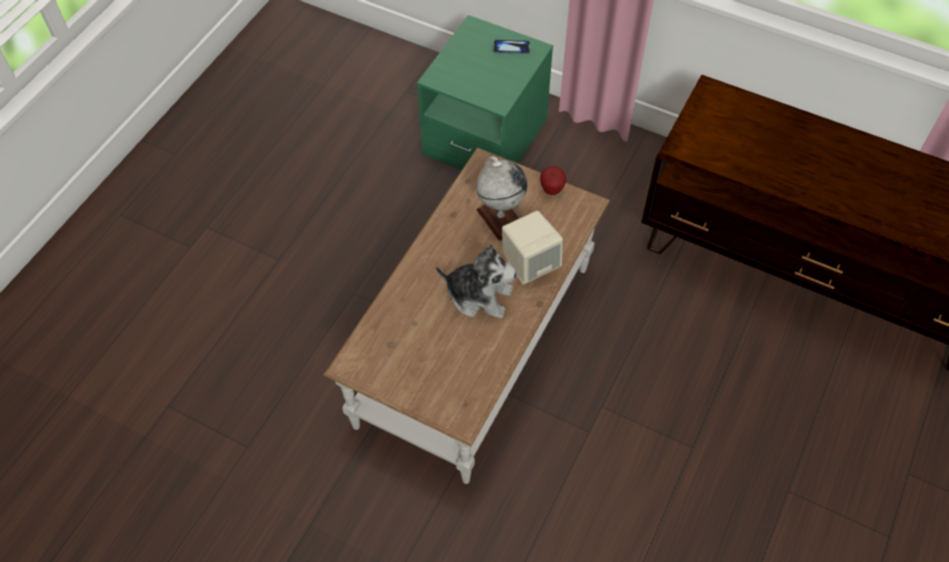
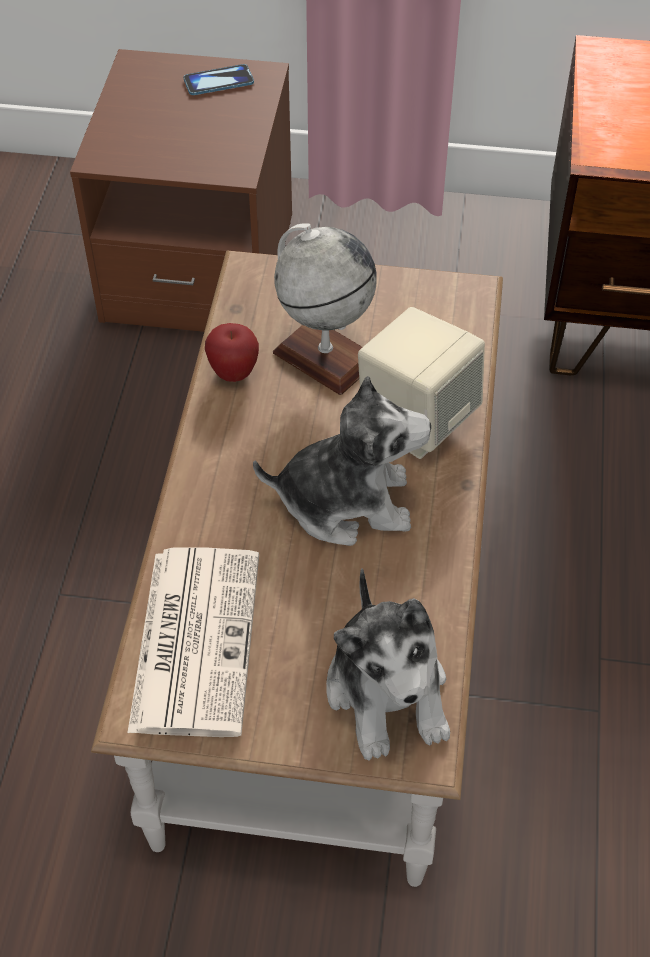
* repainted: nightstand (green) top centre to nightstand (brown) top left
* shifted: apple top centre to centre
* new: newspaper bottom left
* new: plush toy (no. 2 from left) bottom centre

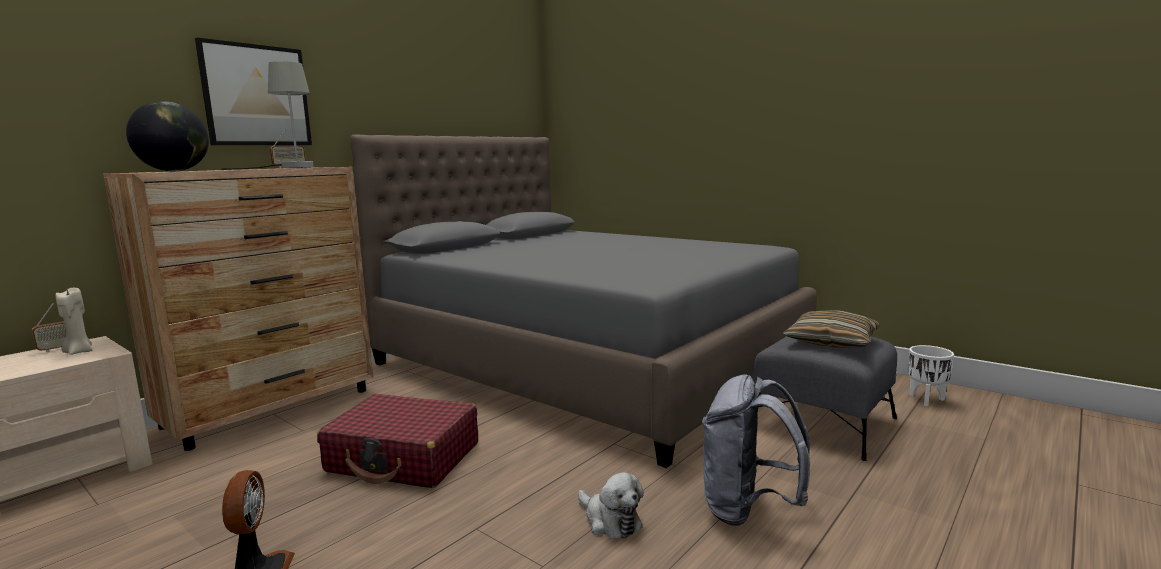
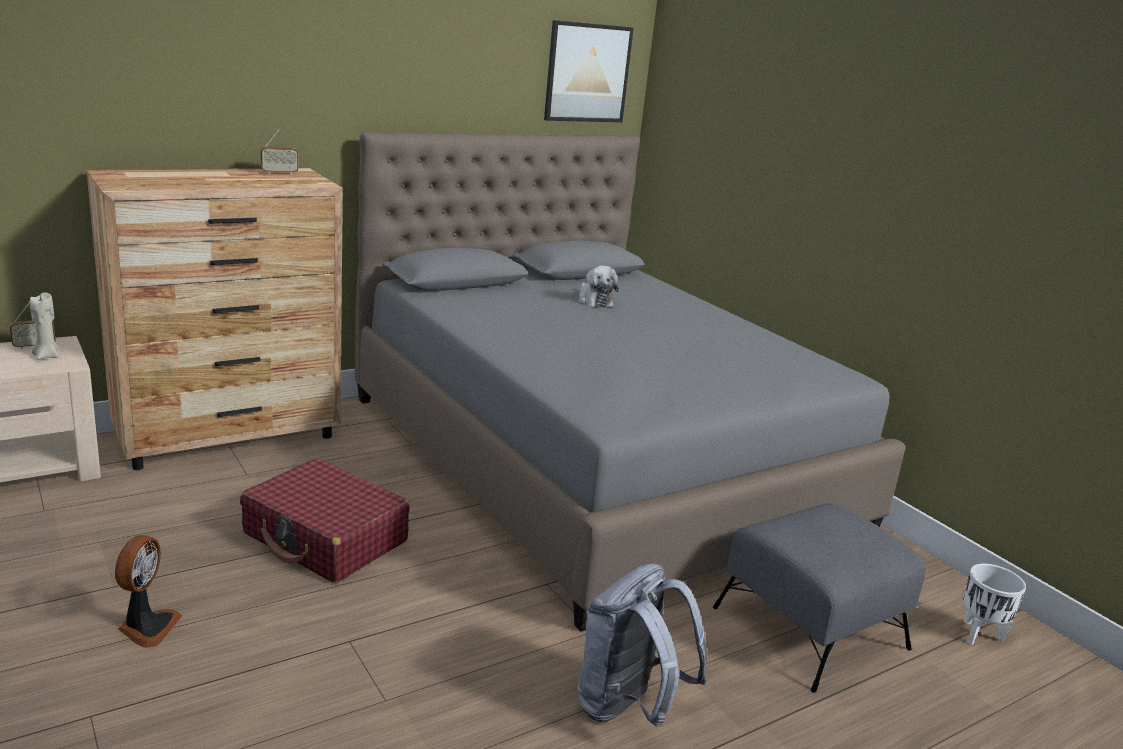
* shifted: picture top left to top centre
* gone: table lamp (grey) top left
* gone: globe top left
* gone: pillow middle right
* shifted: plush toy bottom centre to centre

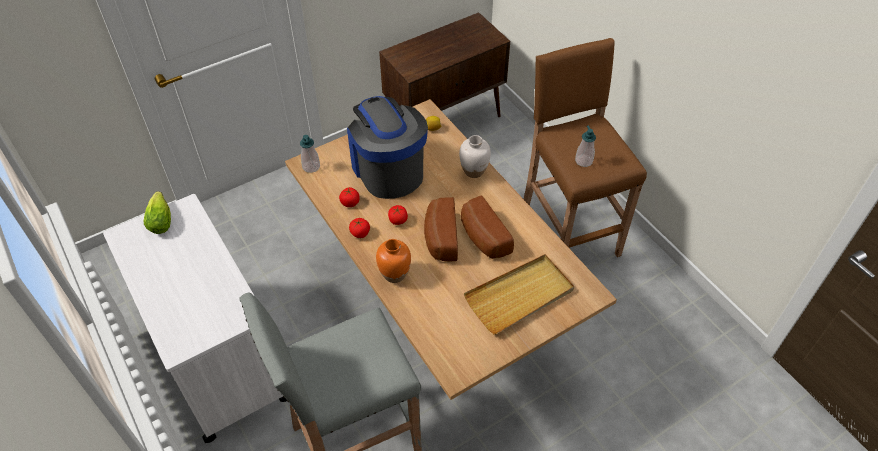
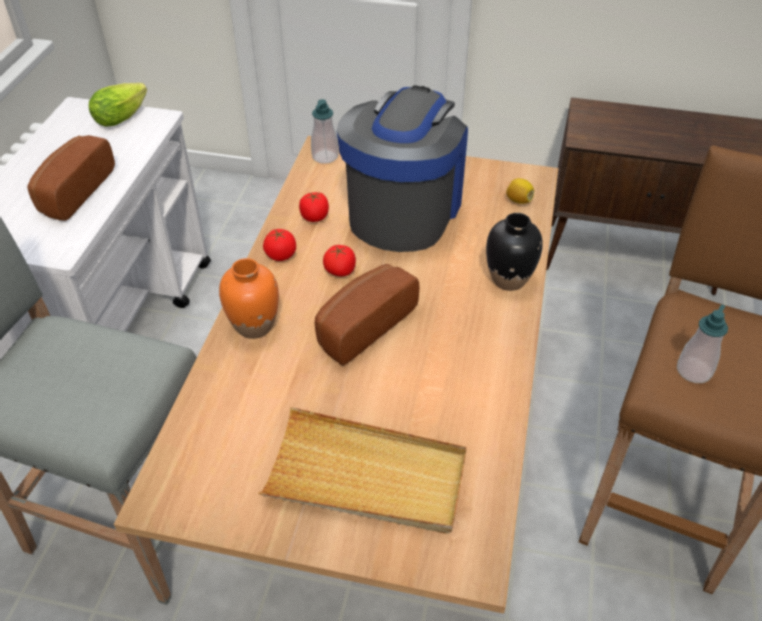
* repainted: vase (white) centre to vase (black) middle right
* shifted: bread (no. 2 from left in the first image) centre to bread (no. 1 from left) top left

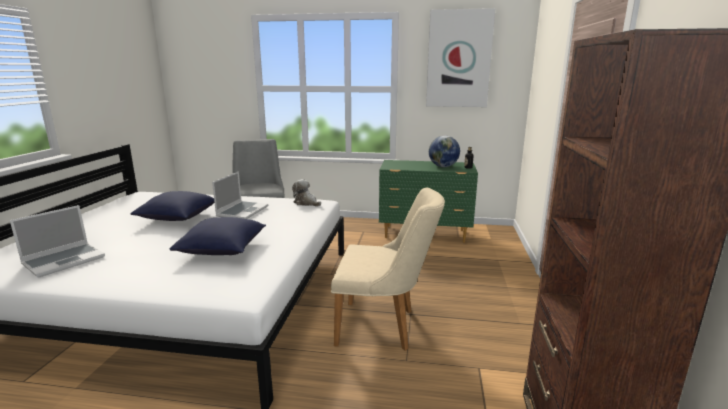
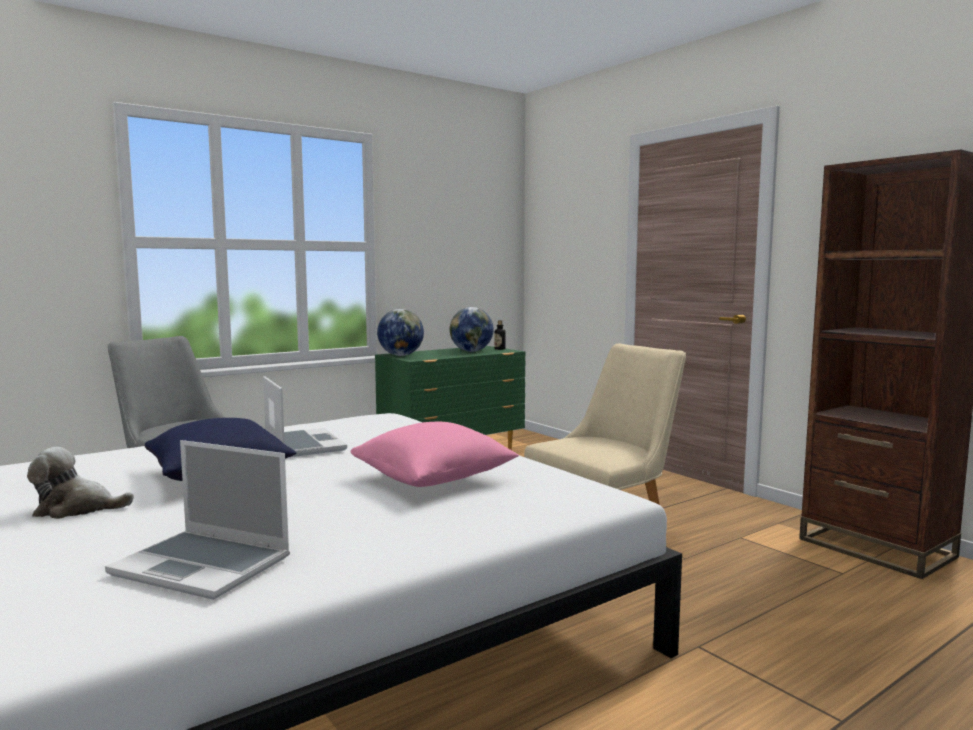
* gone: picture top centre
* shifted: plush toy centre to middle left
* rotated: laptop (no. 1 from left) middle left = bottom left 120 degrees clockwise
* repainted: pillow (blue) (no. 2 from left) middle left to pillow (pink) centre
* new: globe (no. 1 from left) centre

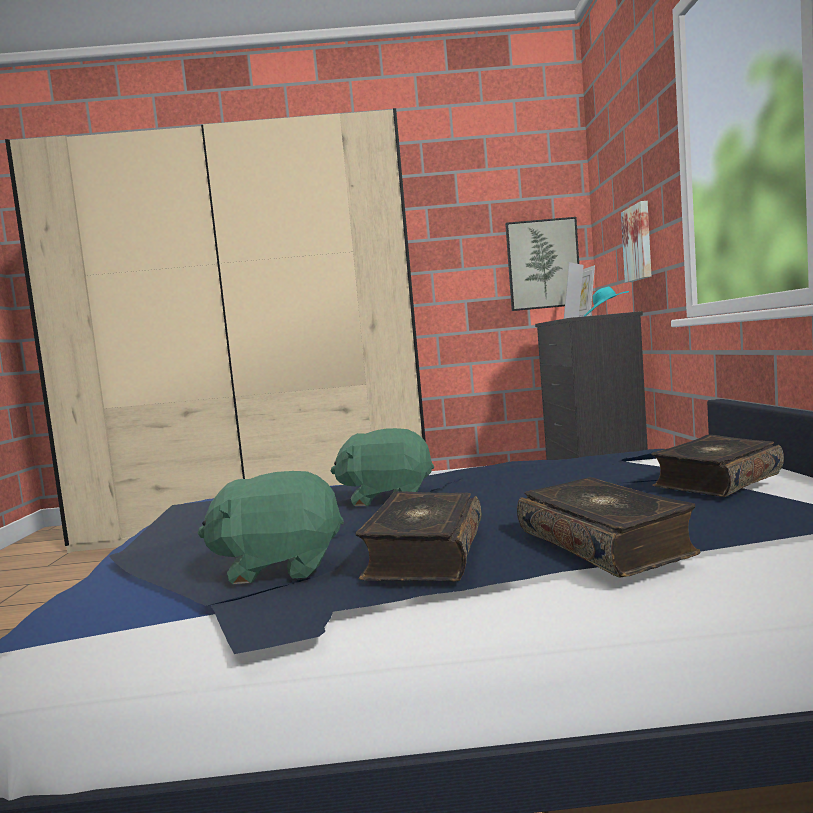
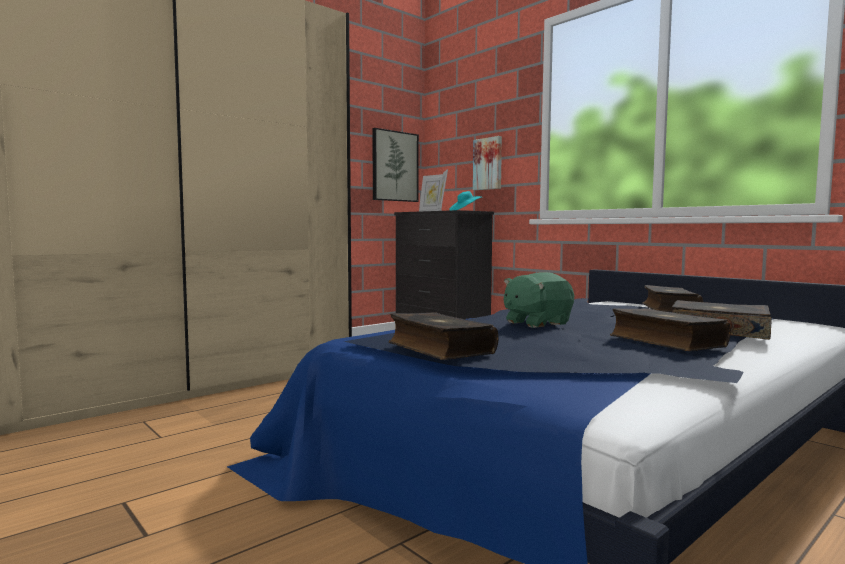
* gone: plush toy (green) (no. 1 from left) centre
* new: book (no. 1 from left) centre

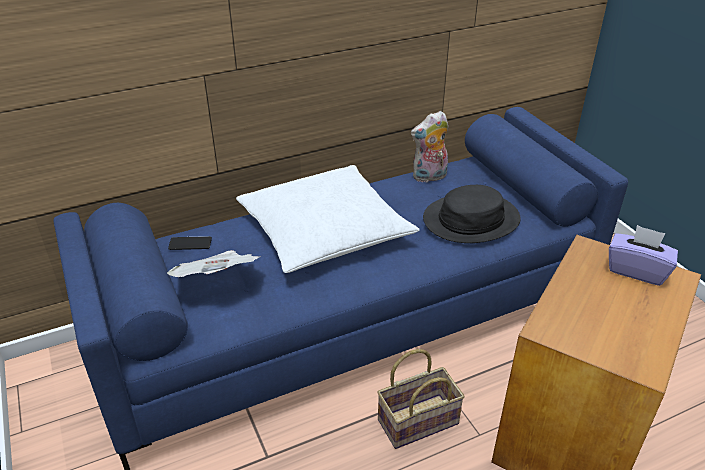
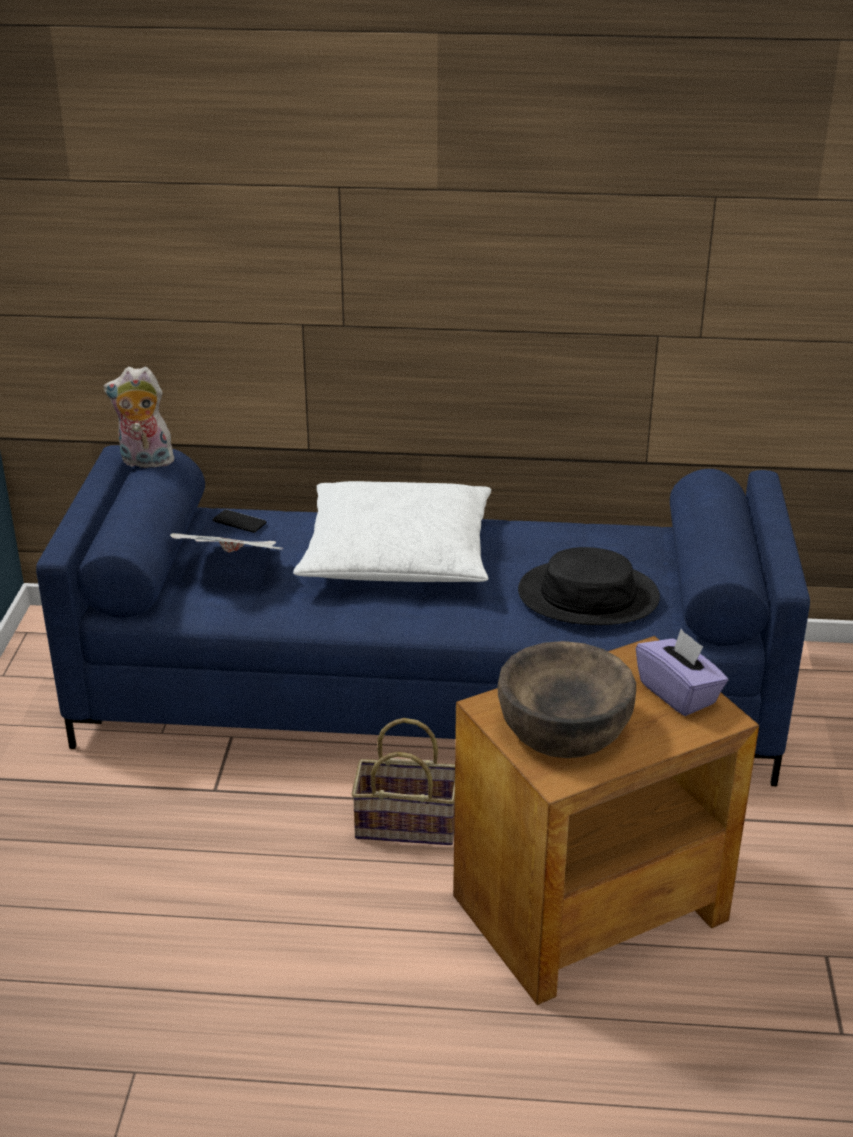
* shifted: plush toy top centre to middle left
* new: bowl (brown) centre

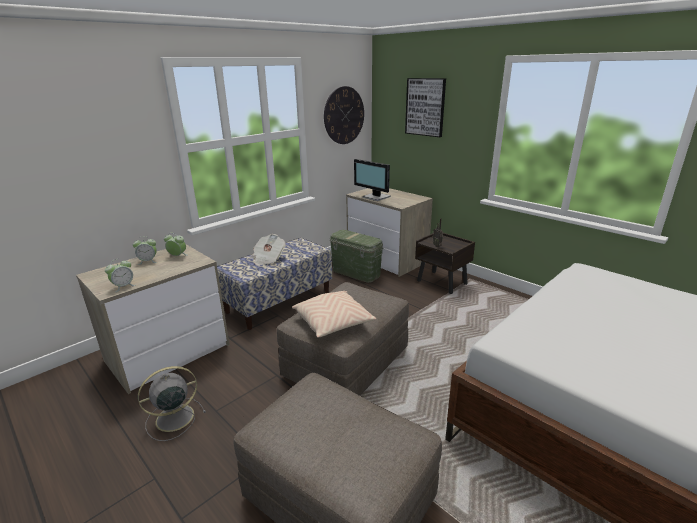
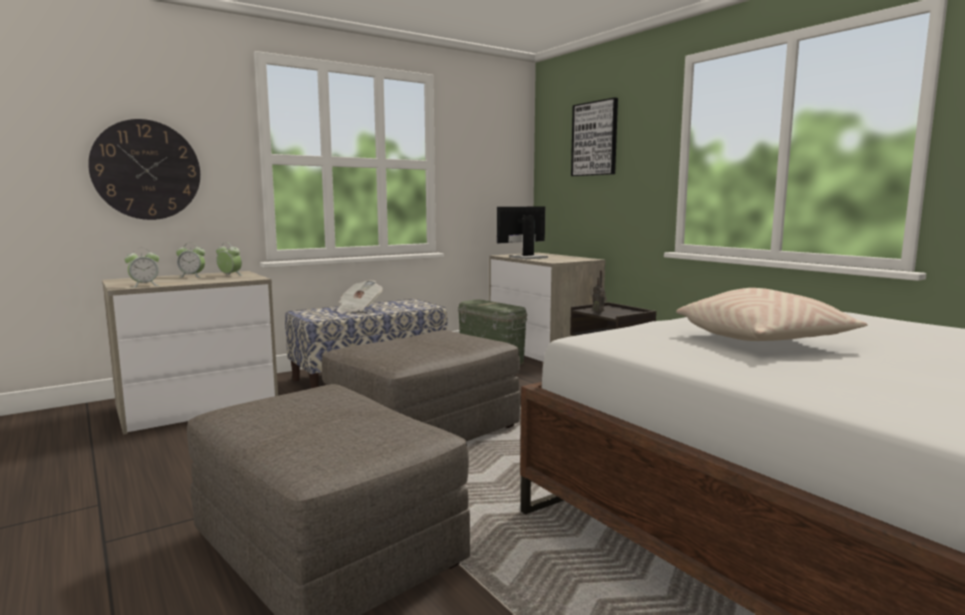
* shifted: wall clock top centre to top left
* rotated: monitor centre = centre 90 degrees clockwise
* shifted: pillow (beige) centre to middle right
* gone: fan (grey) bottom left

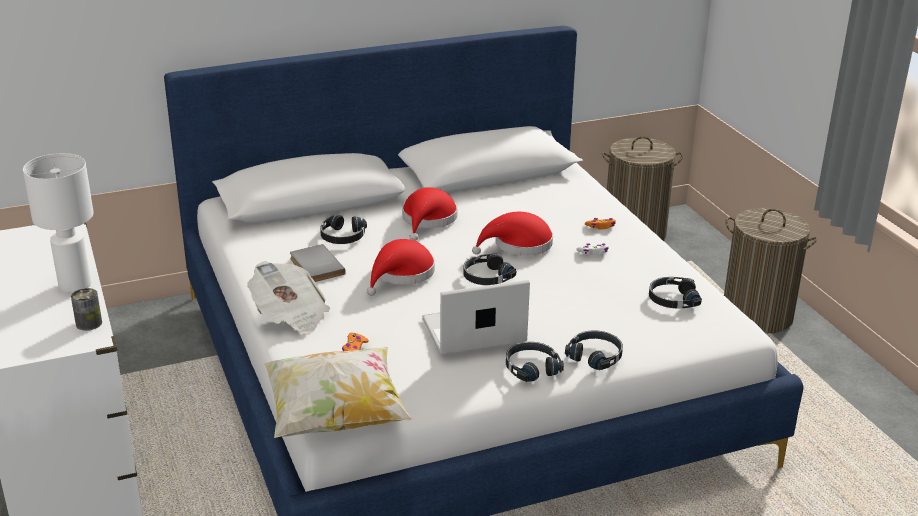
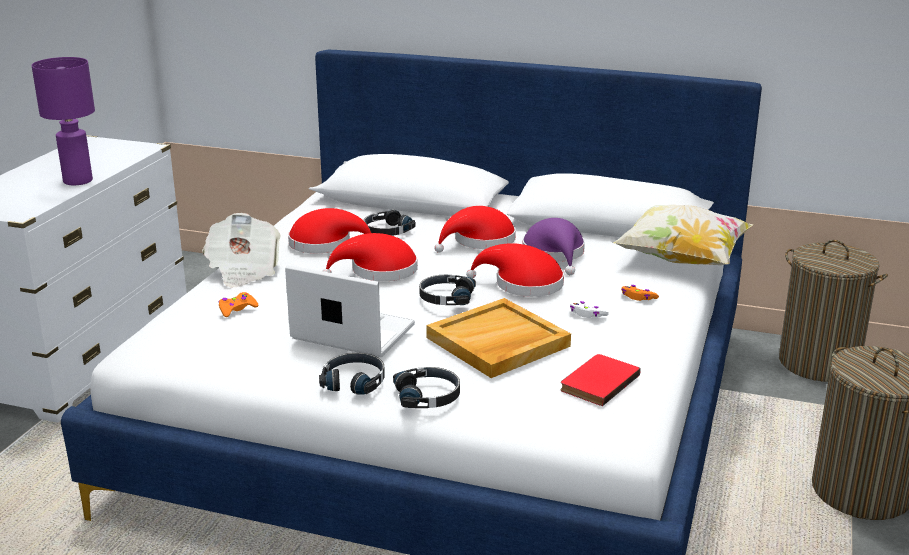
* repainted: table lamp (white) middle left to table lamp (purple) top left
* swapped: book (grey) centre to hat (red) (no. 1 from left) centre
* swapped: headphones (black) (no. 5 from left) middle right to book (red) bottom centre
* gone: can middle left
* shifted: pillow bottom centre to middle right
* new: hat (purple) centre
* new: tray (beige) centre

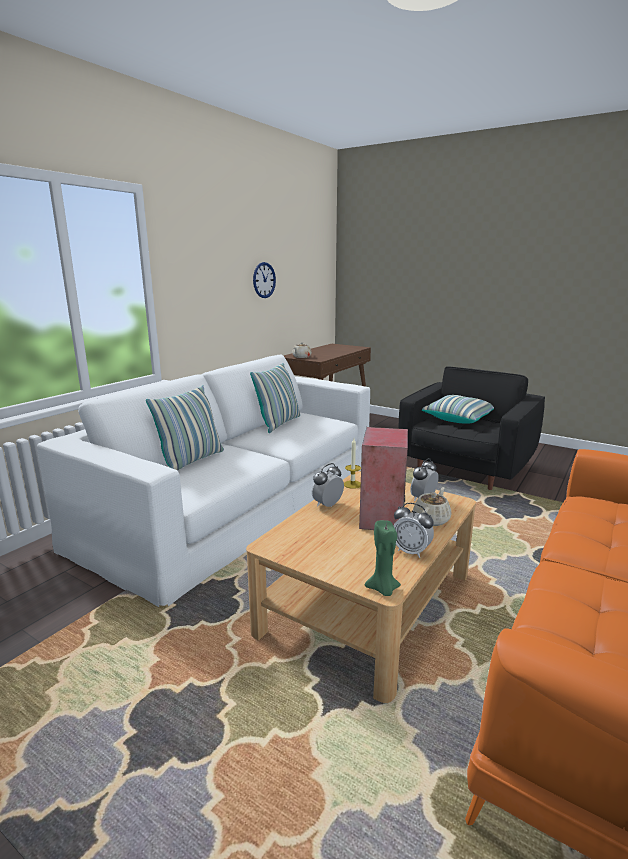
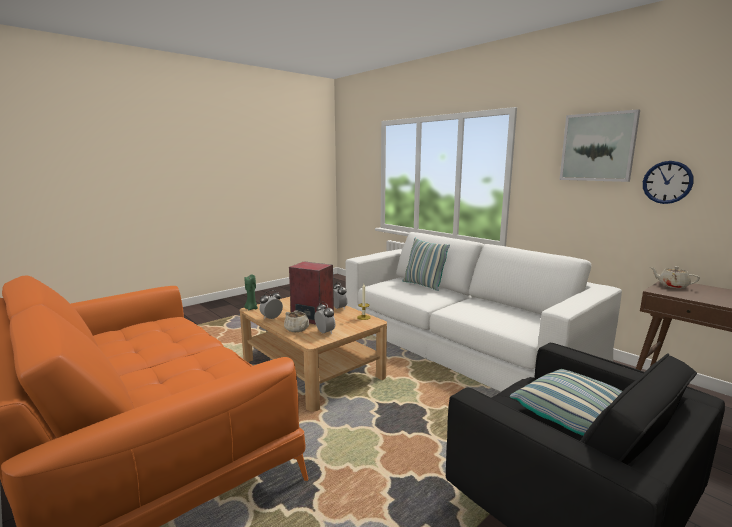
* gone: pillow (no. 2 from left) centre
* new: picture top right

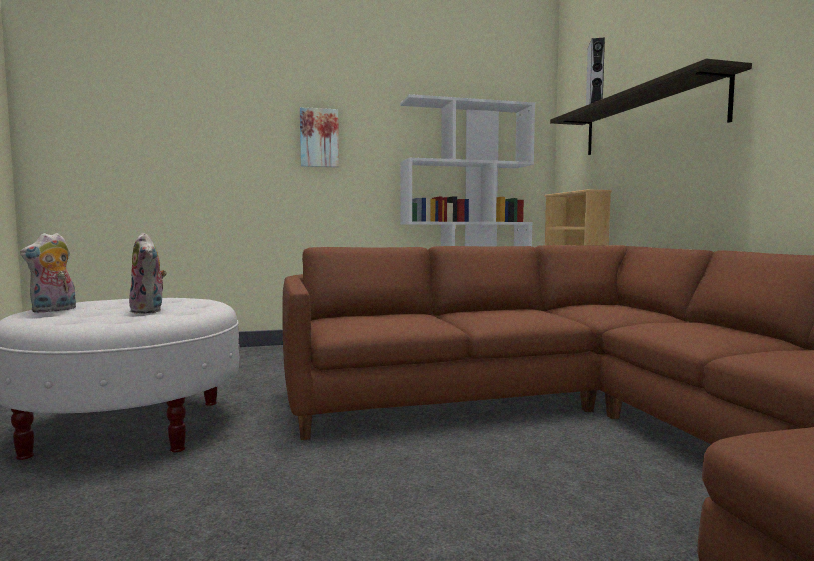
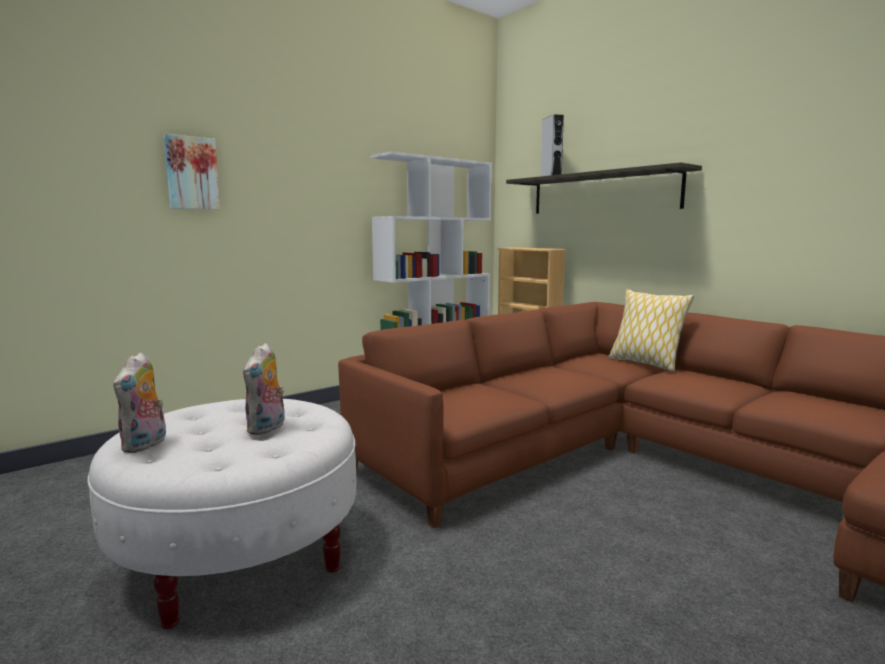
* shifted: picture top centre to top left
* rotated: plush toy (no. 2 from left) middle left = middle left 75 degrees clockwise
* new: pillow middle right

